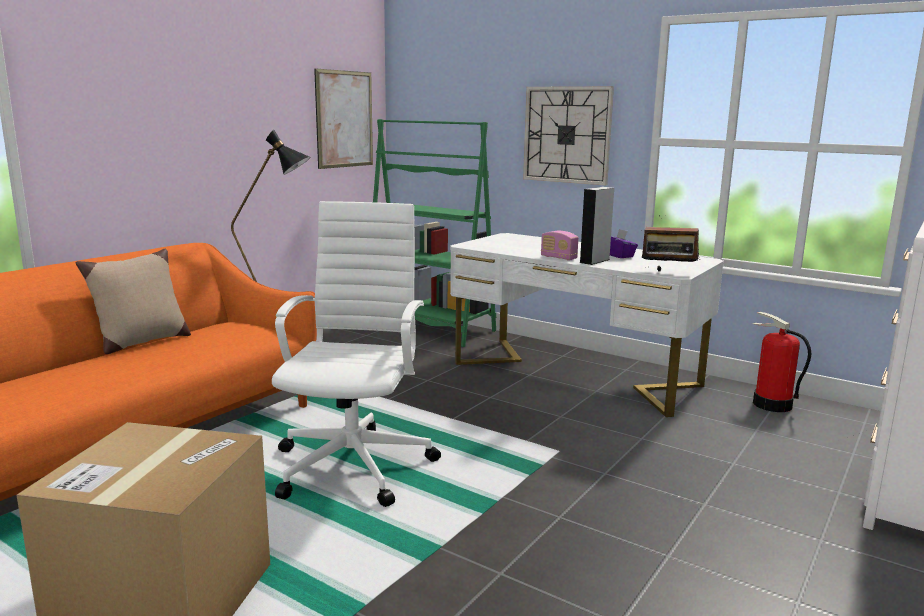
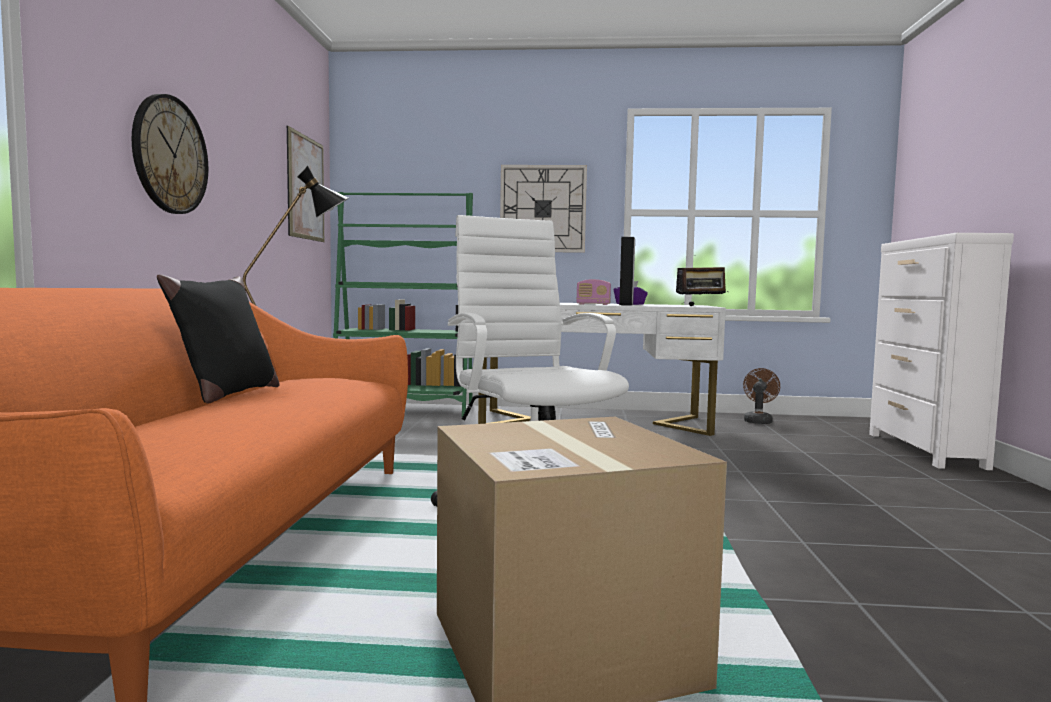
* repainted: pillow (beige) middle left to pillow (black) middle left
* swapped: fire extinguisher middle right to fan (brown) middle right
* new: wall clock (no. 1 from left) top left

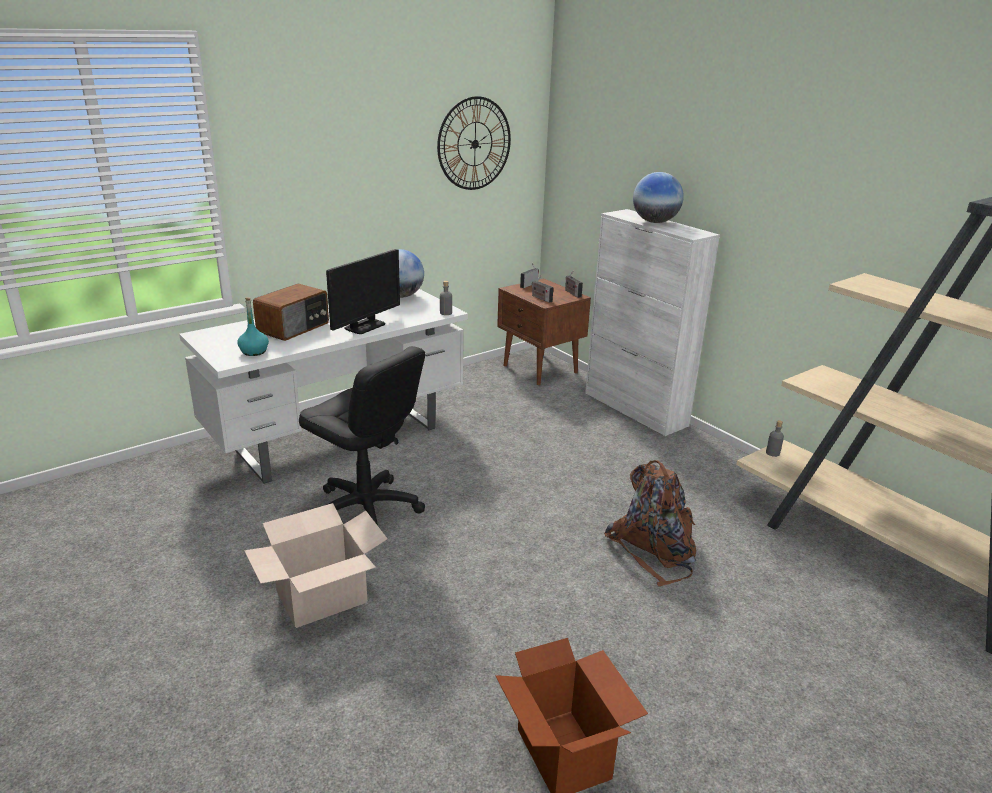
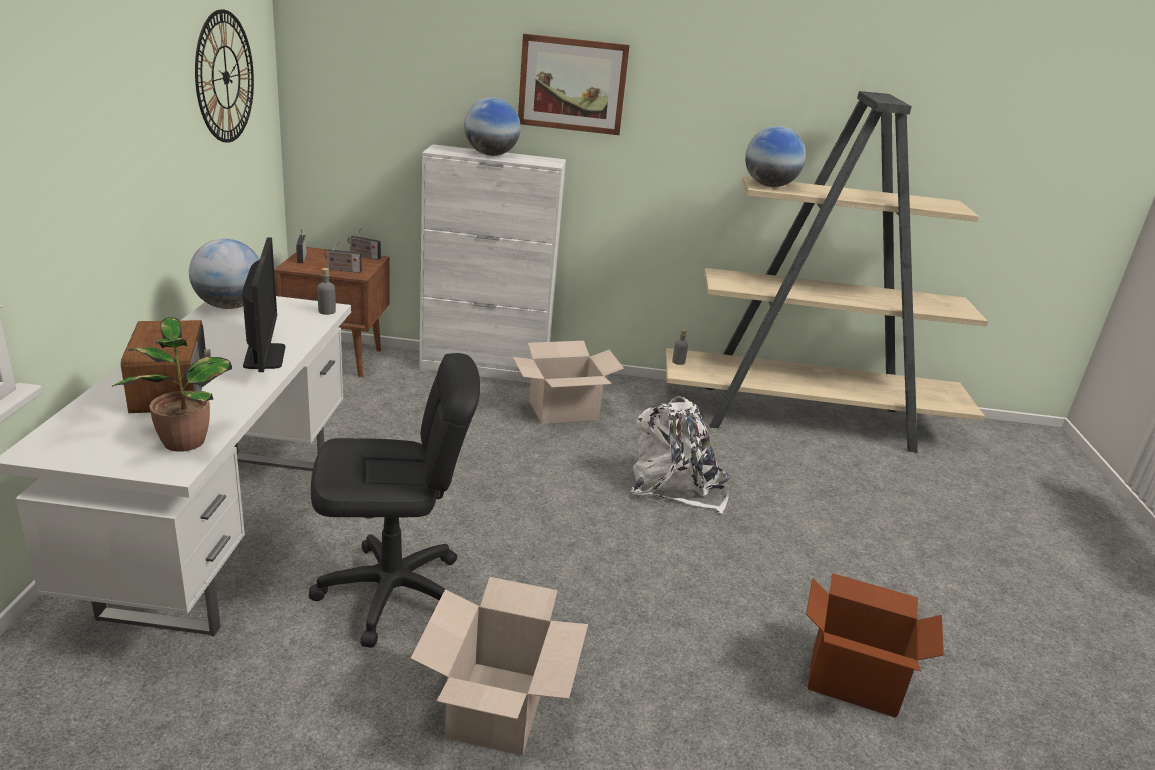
* swapped: bottle (turquoise) middle left to potted plant middle left
* repainted: backpack (brown) centre to backpack (white) centre
* new: picture top centre
* new: globe (no. 3 from left) top right
* new: cardboard box (no. 2 from left) centre

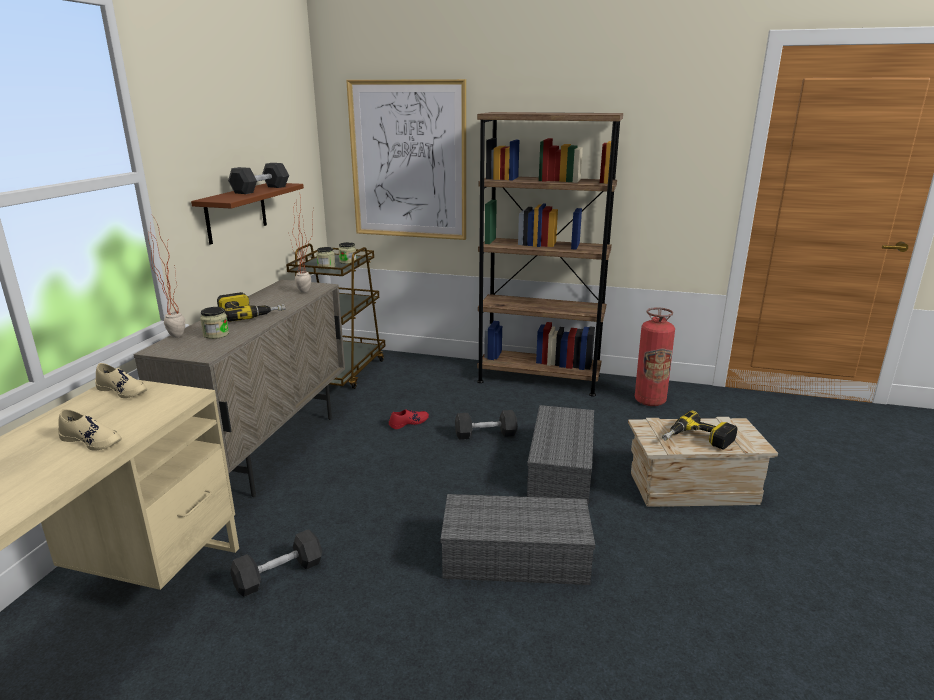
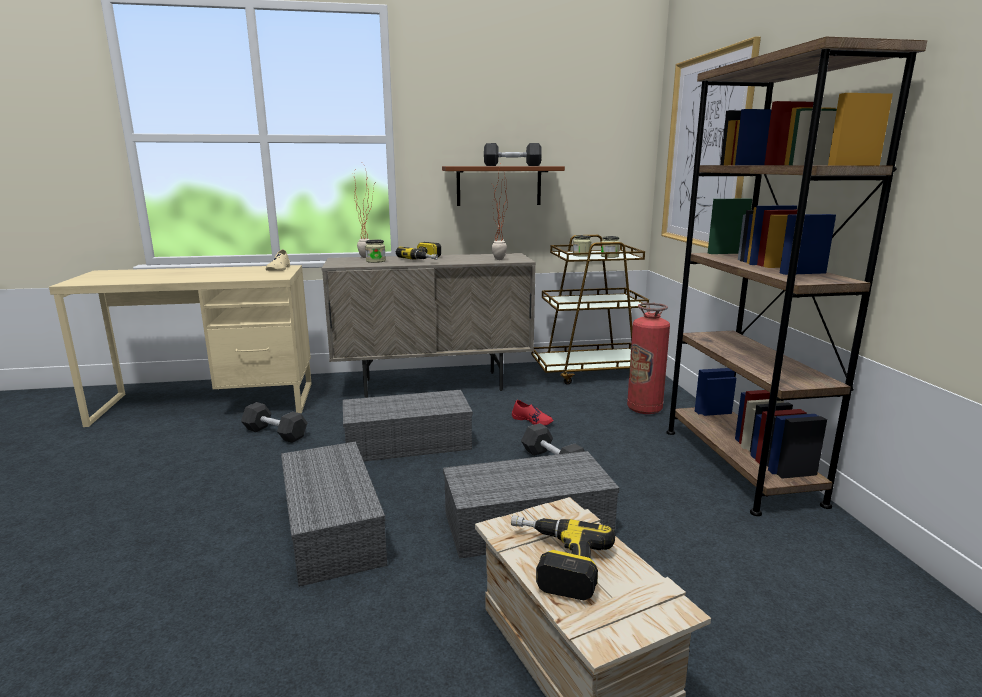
* shifted: fire extinguisher middle right to centre
* gone: shoe (beige) (no. 1 from left) middle left
* new: storage box (grey) (no. 2 from left) centre

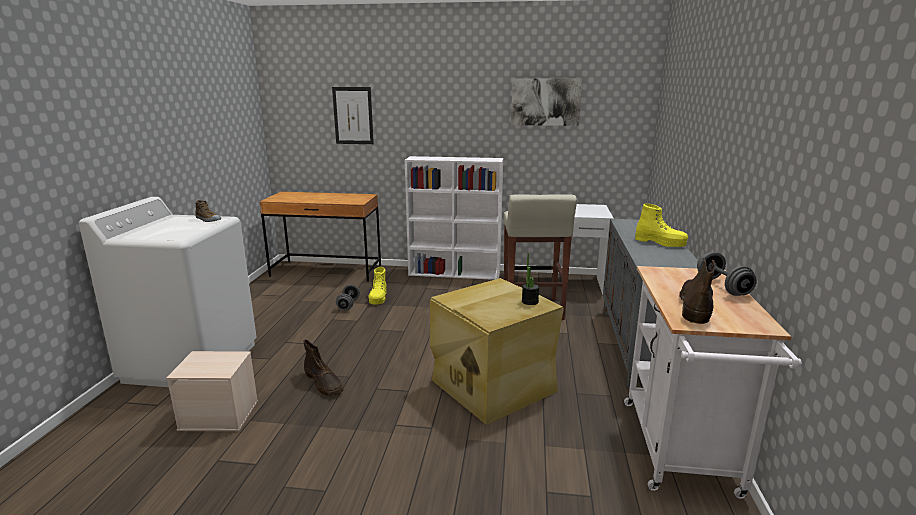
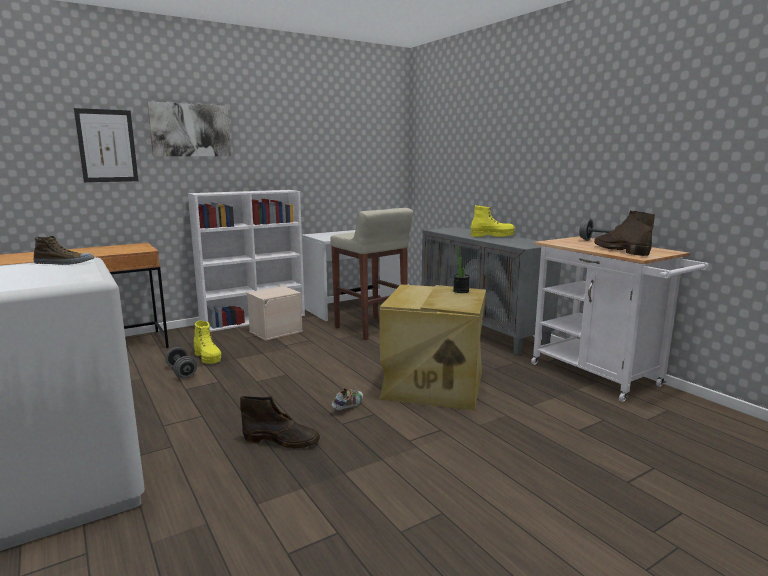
* shifted: picture (no. 2 from left) top centre to top left
* shifted: storage box (beige) (no. 1 from left) bottom left to centre
* new: shoe (no. 2 from left) bottom centre

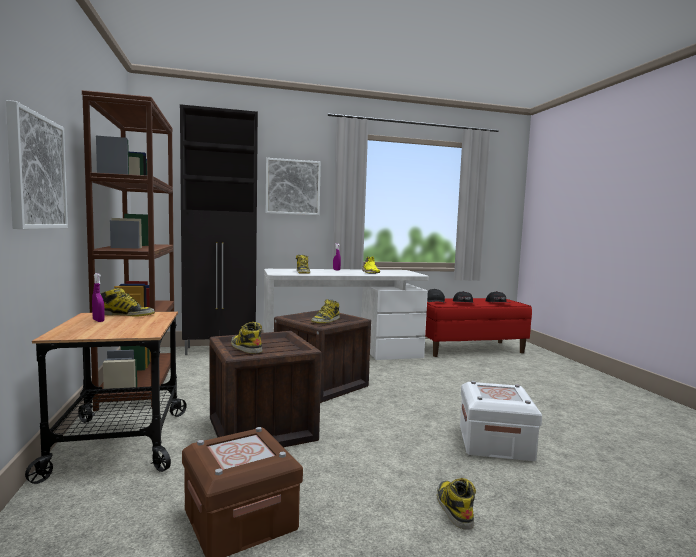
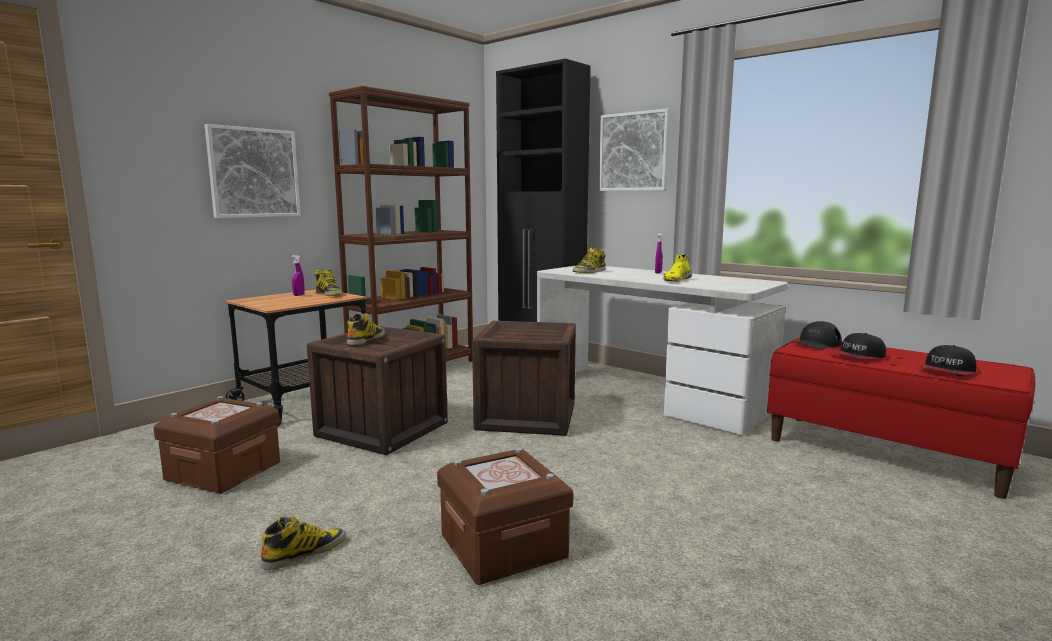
* gone: boot (no. 4 from left) centre
* repainted: storage box (white) bottom right to storage box (brown) (no. 2 from left) bottom centre

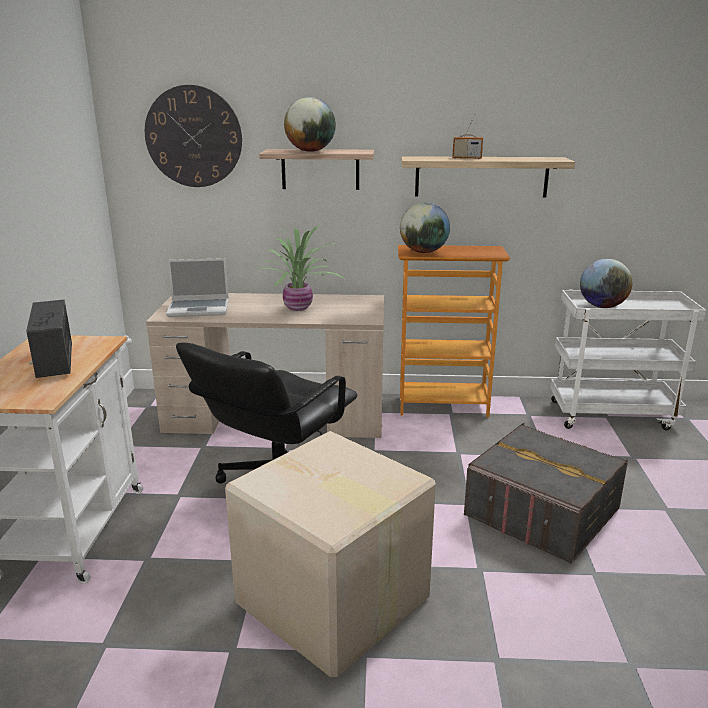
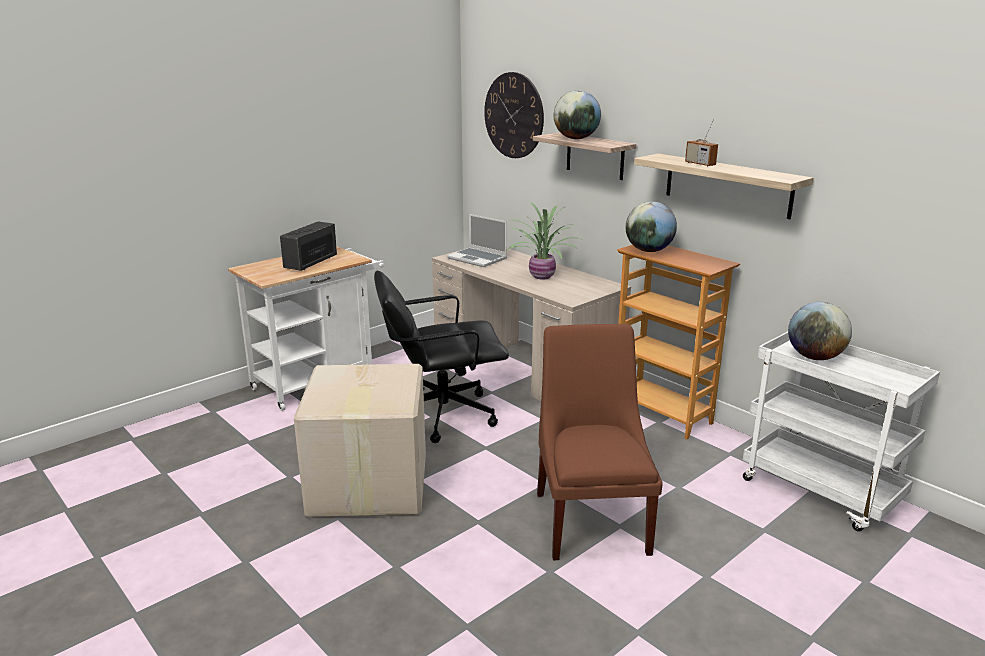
* swapped: storage box (grey) bottom right to chair (brown) bottom centre

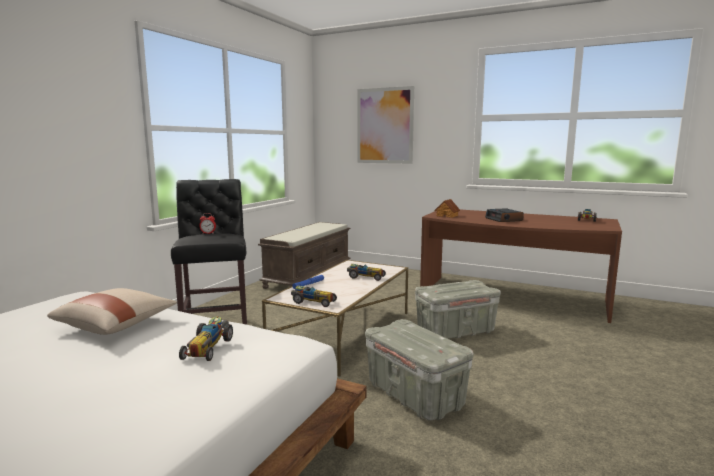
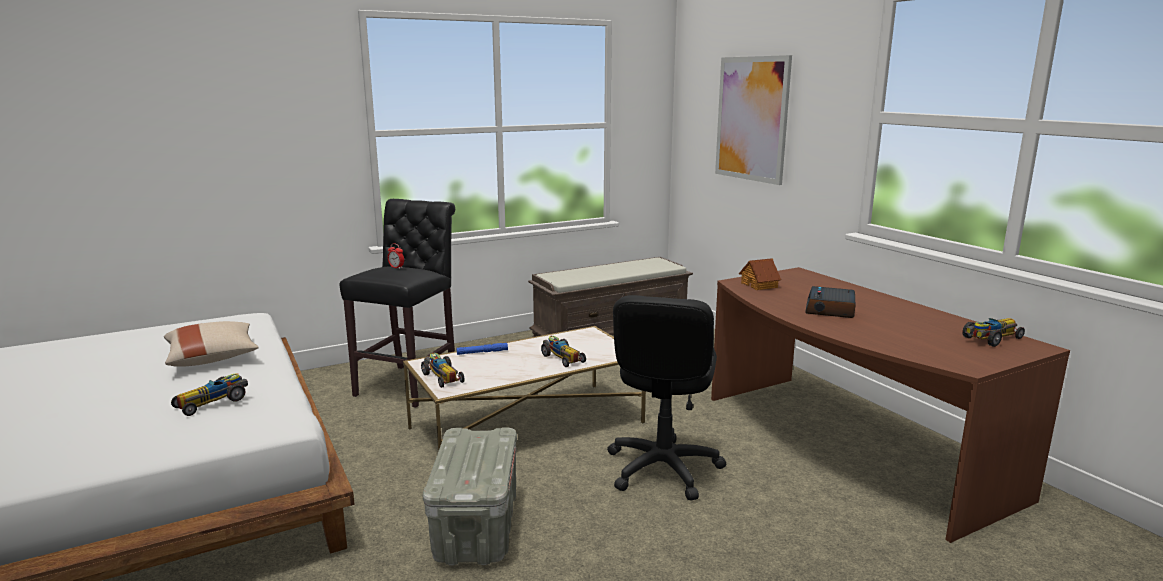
* swapped: storage box (grey) (no. 2 from left) centre to office chair (black) bottom centre

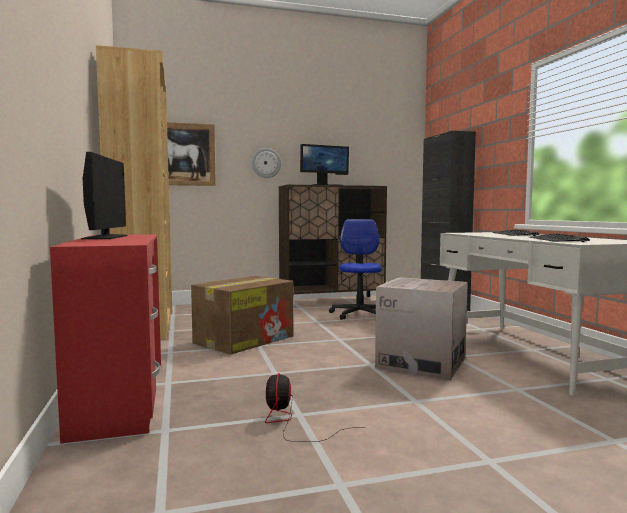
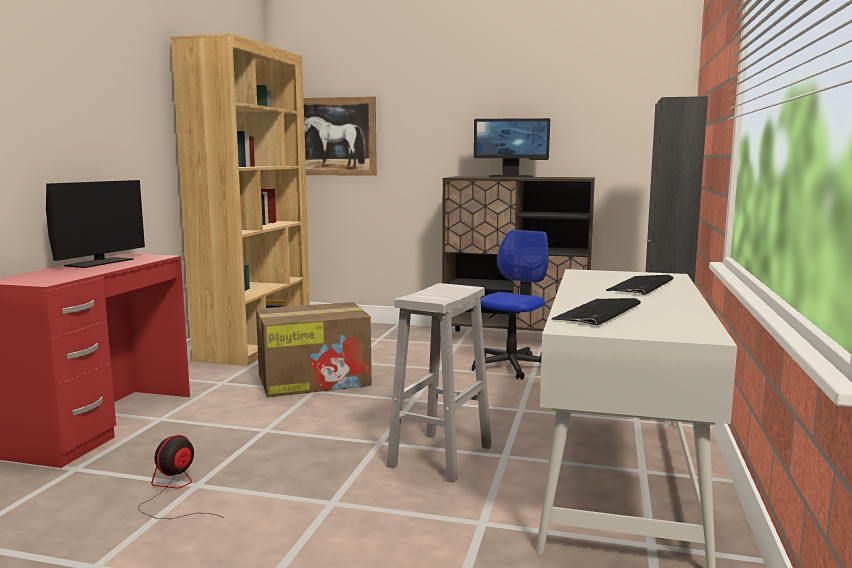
* gone: wall clock top centre
* swapped: cardboard box (no. 2 from left) middle right to stool (white) bottom centre

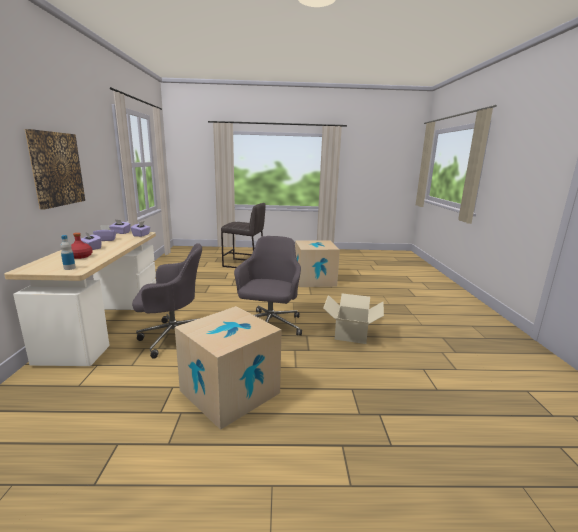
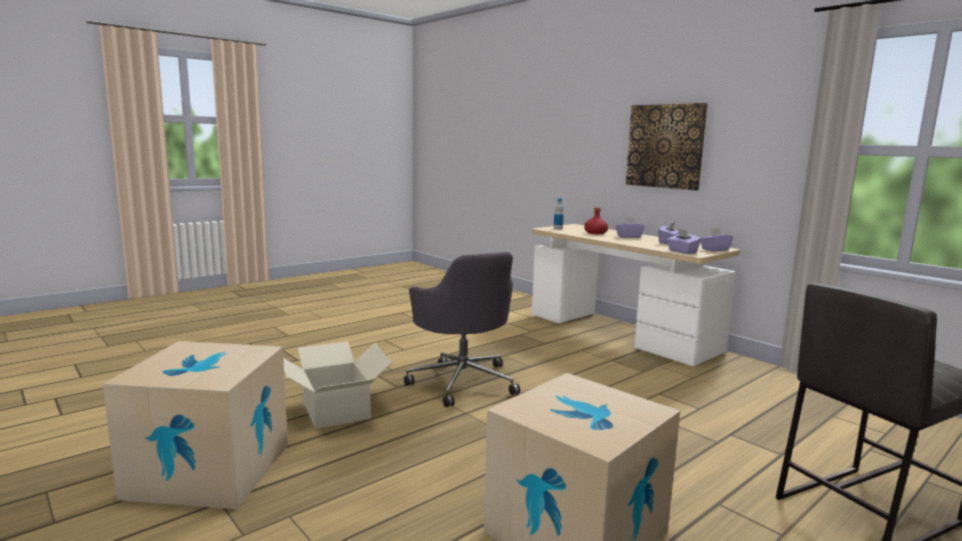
* gone: office chair (grey) (no. 1 from left) middle left
* shifted: cardboard box (no. 1 from left) bottom centre to bottom left

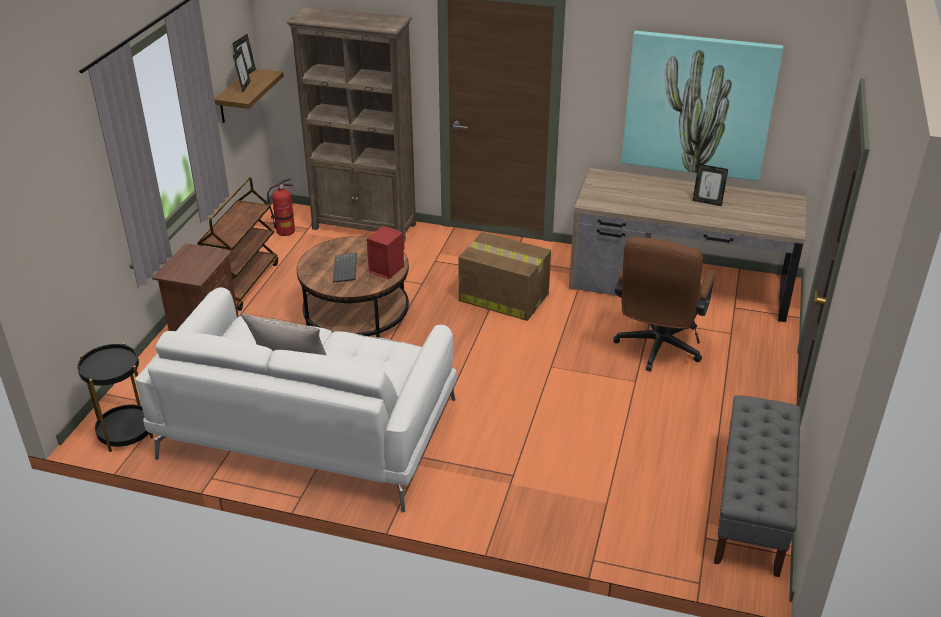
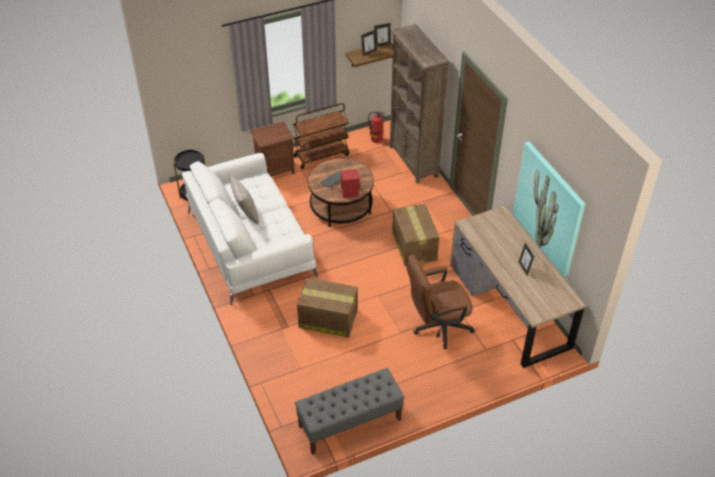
* new: cardboard box (no. 1 from left) centre

